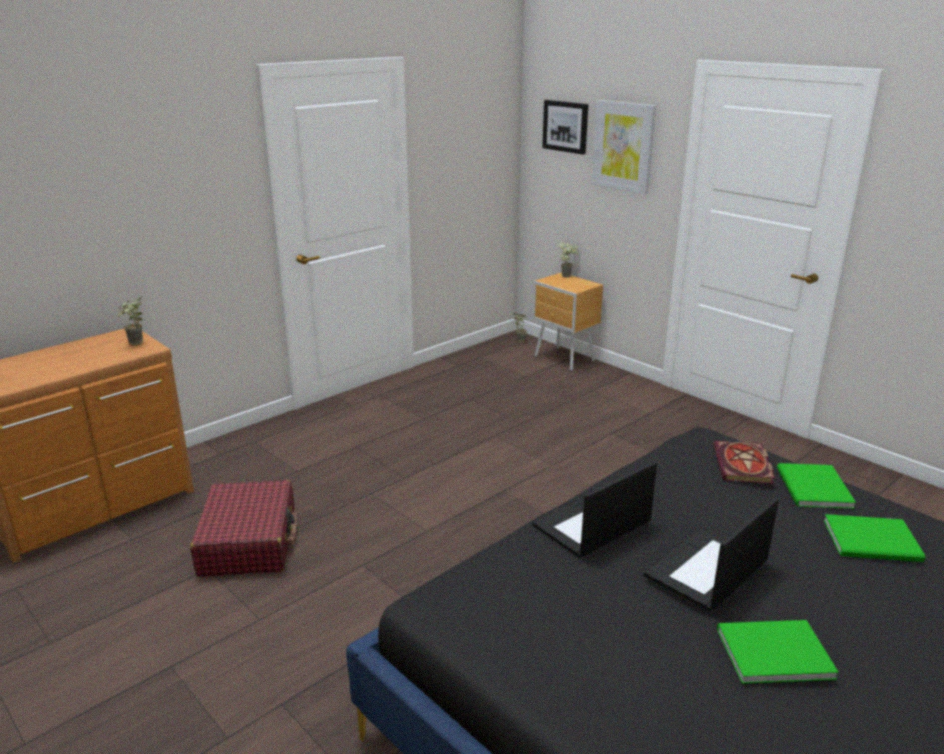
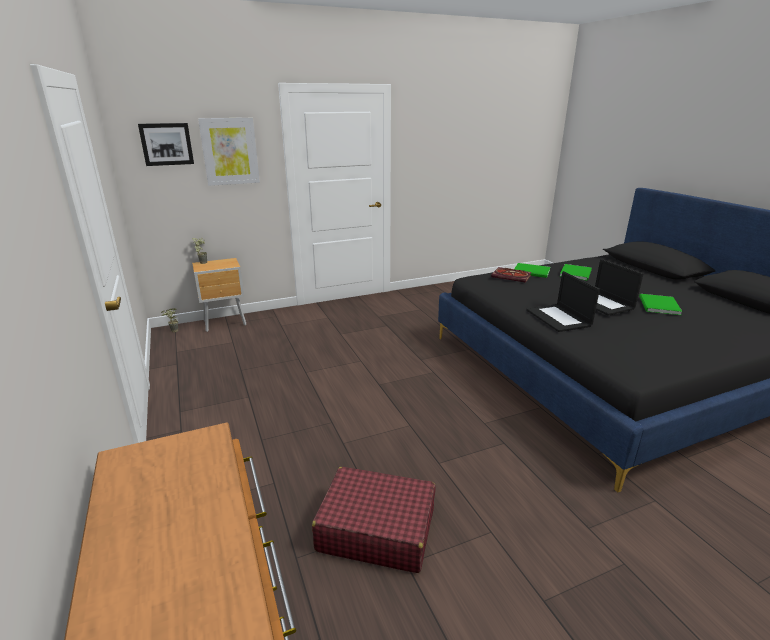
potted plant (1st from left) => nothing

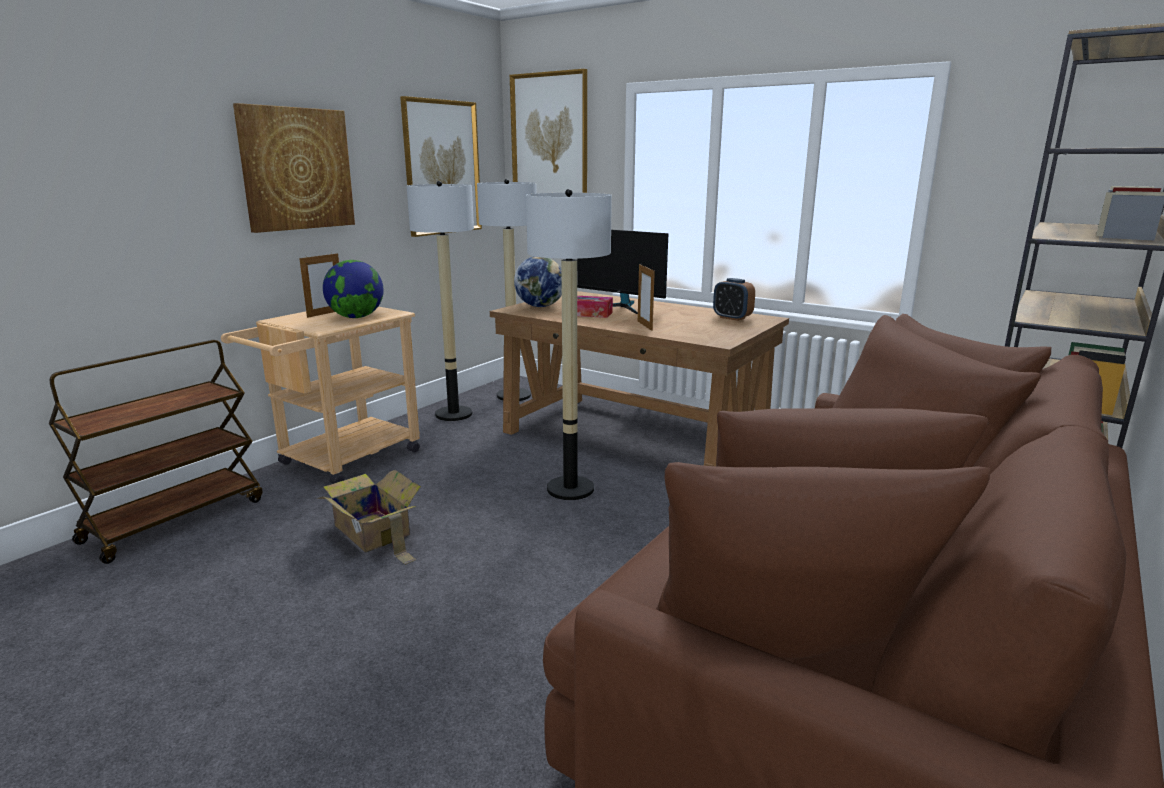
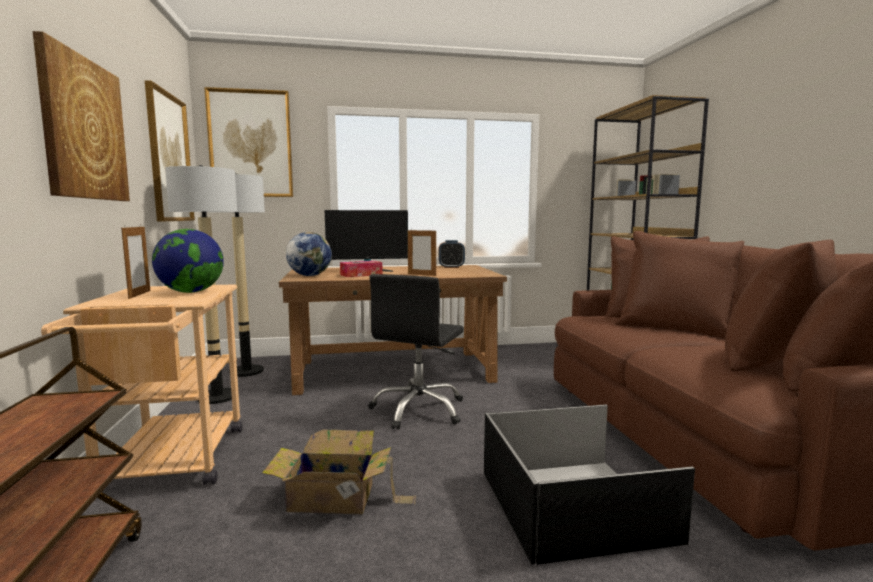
floor lamp (3rd from left) => black office chair
nothing => black storage box

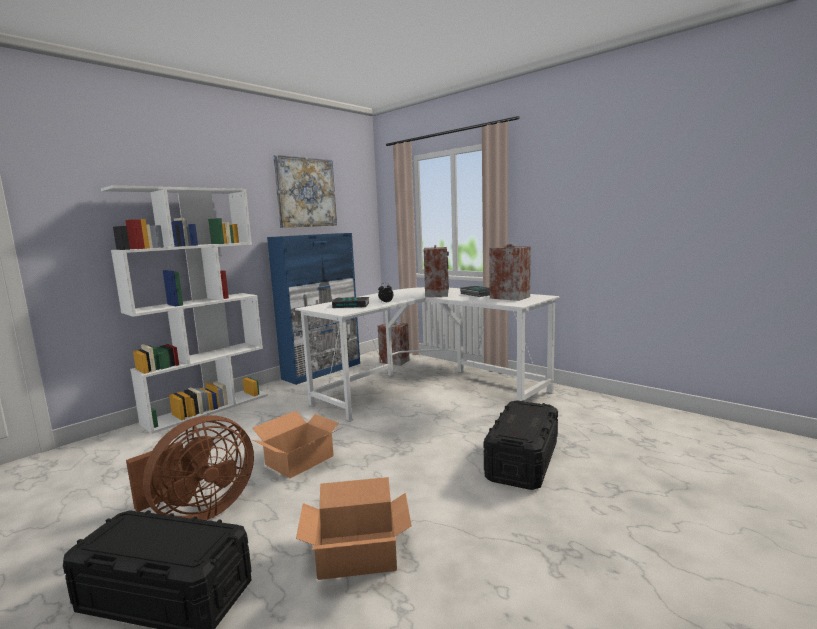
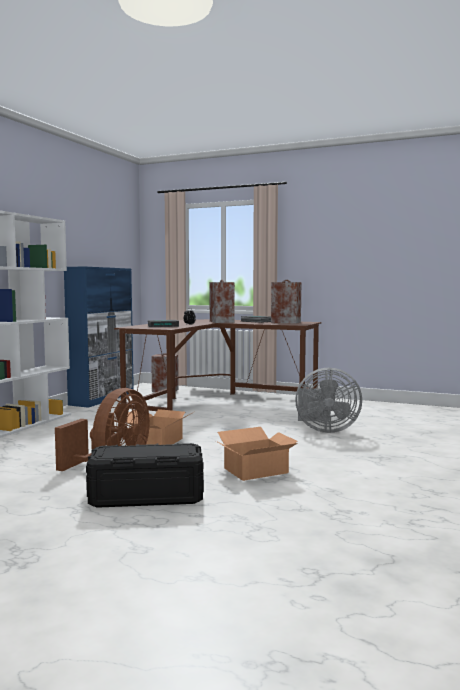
picture => nothing
white desk => brown desk
black storage box (2nd from left) => grey fan

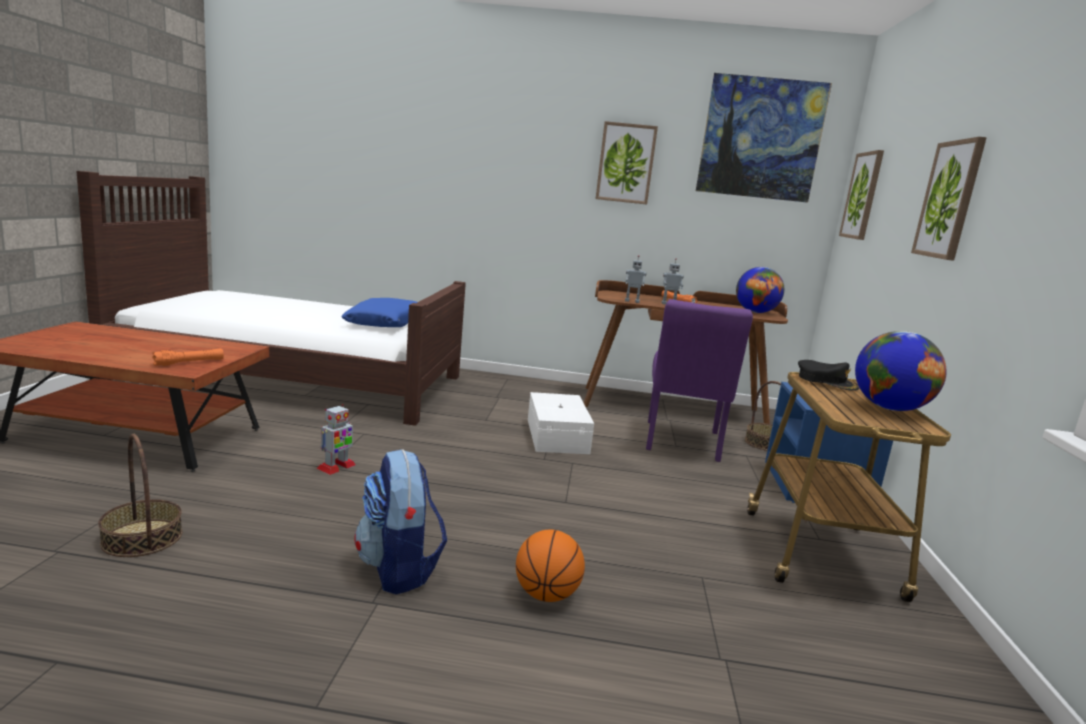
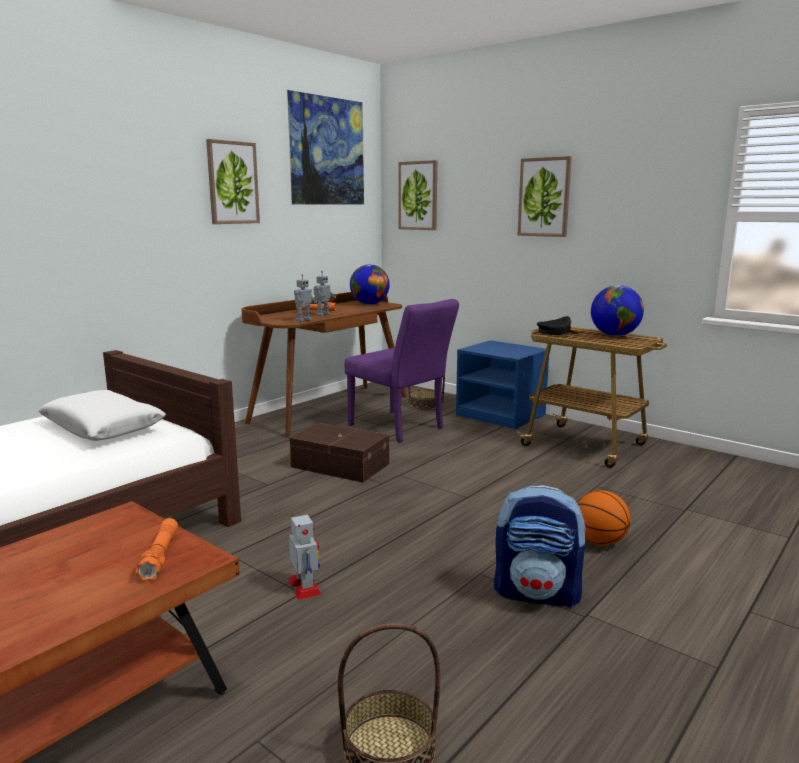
blue pillow => white pillow
white storage box => brown storage box

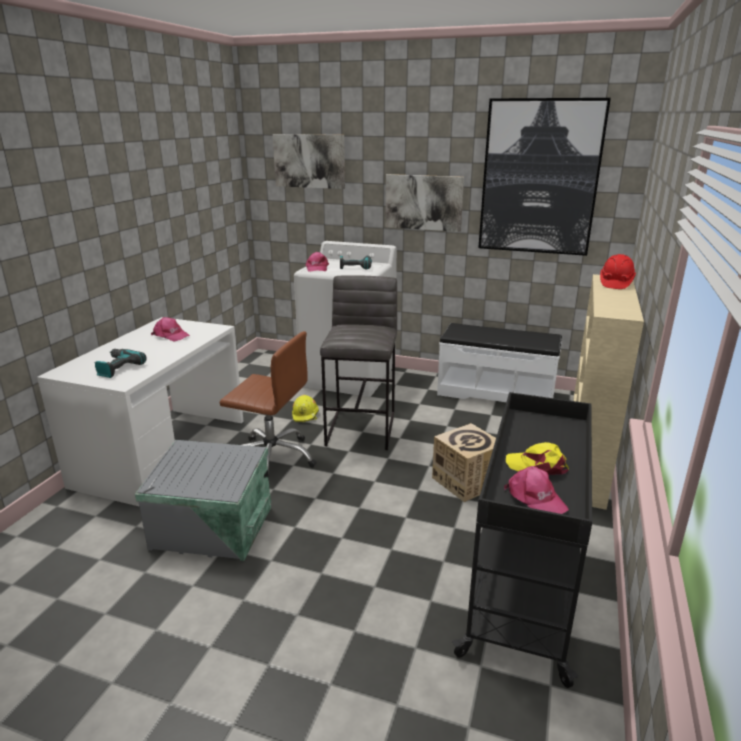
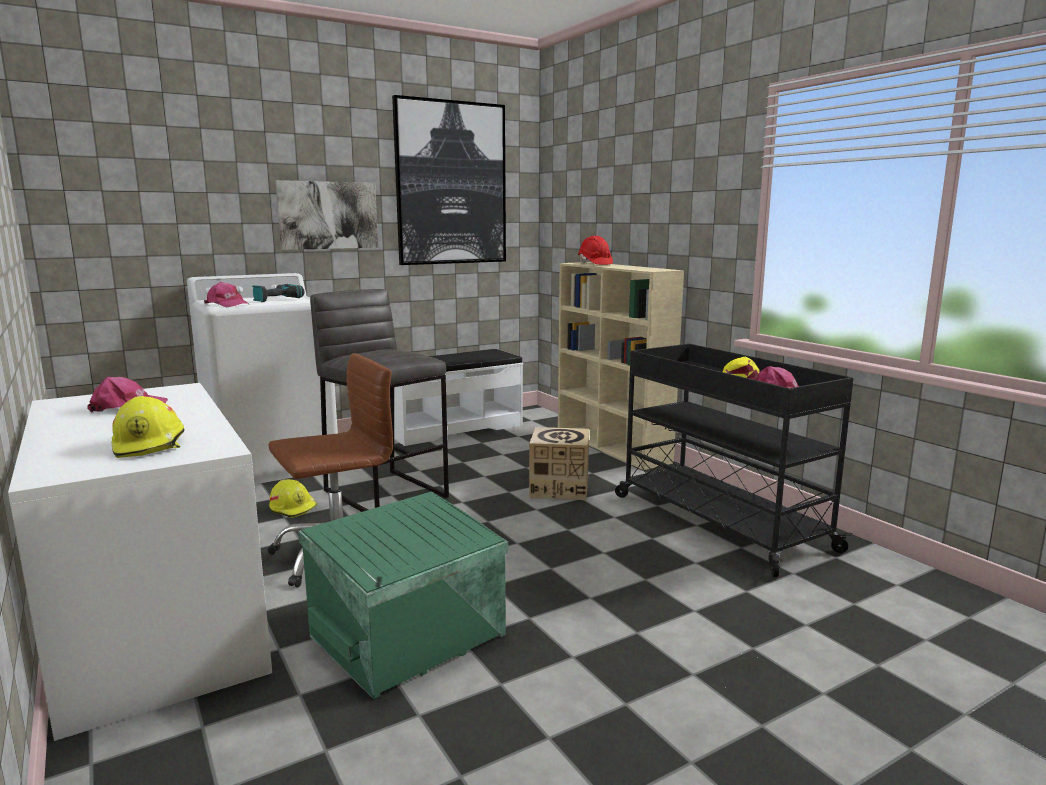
picture (1st from left) => nothing
power drill (1st from left) => yellow hard hat (1st from left)
grey storage box => green storage box

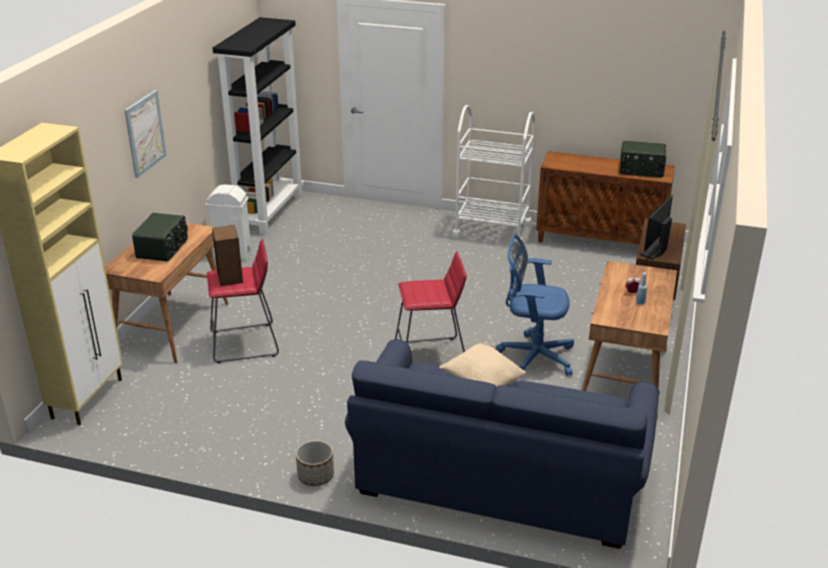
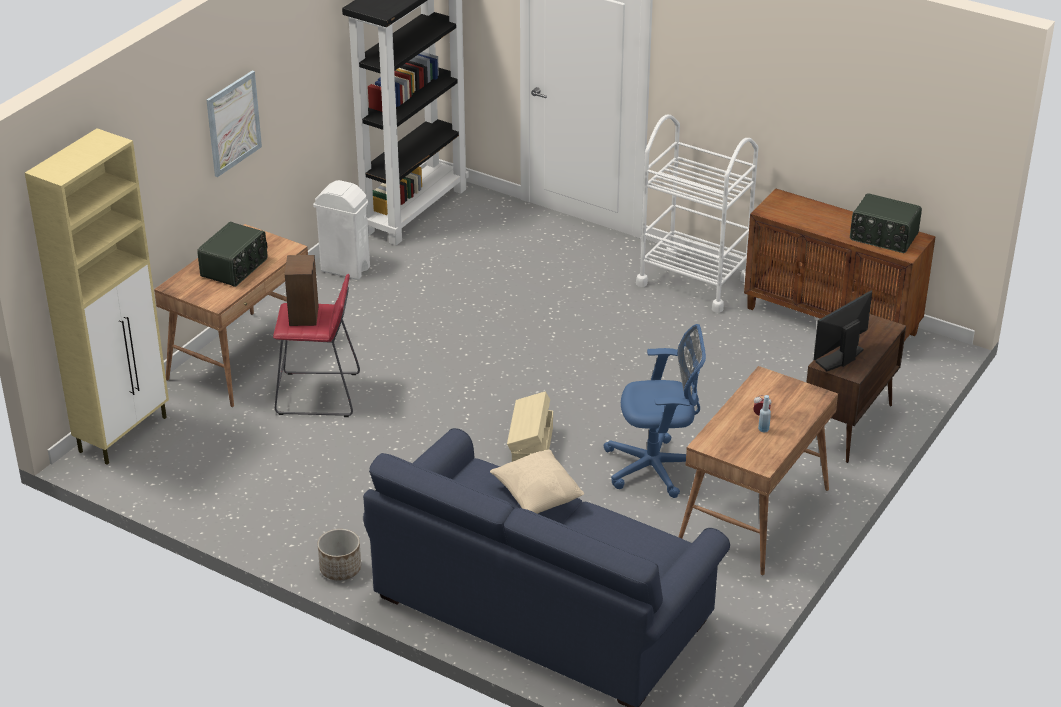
blue office chair, 150 degrees clockwise
red stool (2nd from left) => beige storage box

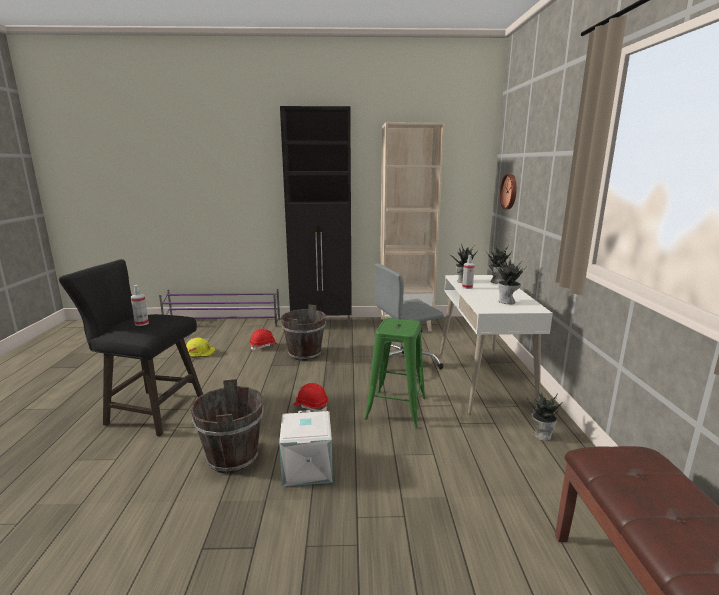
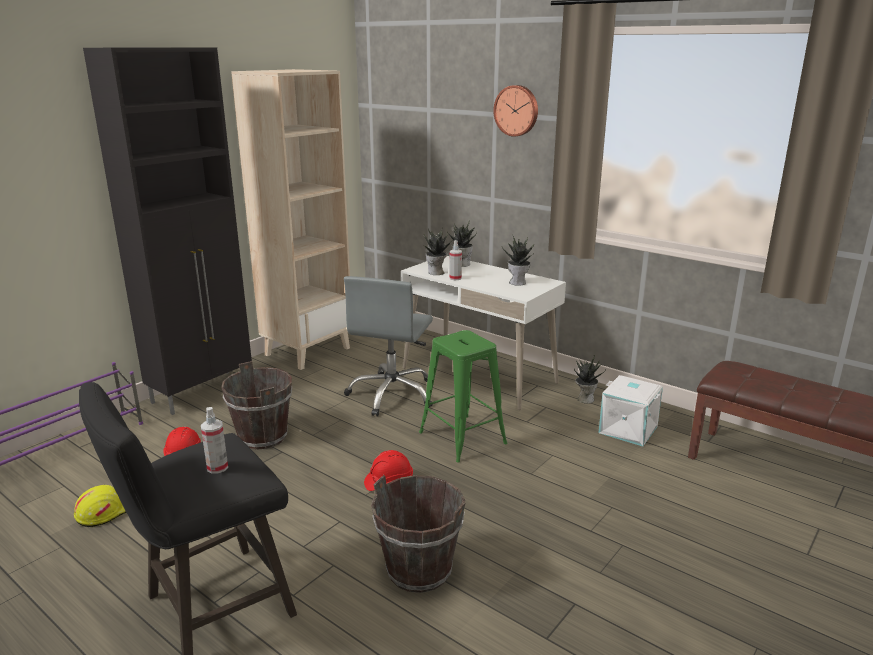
wall clock, move
white storage box, move

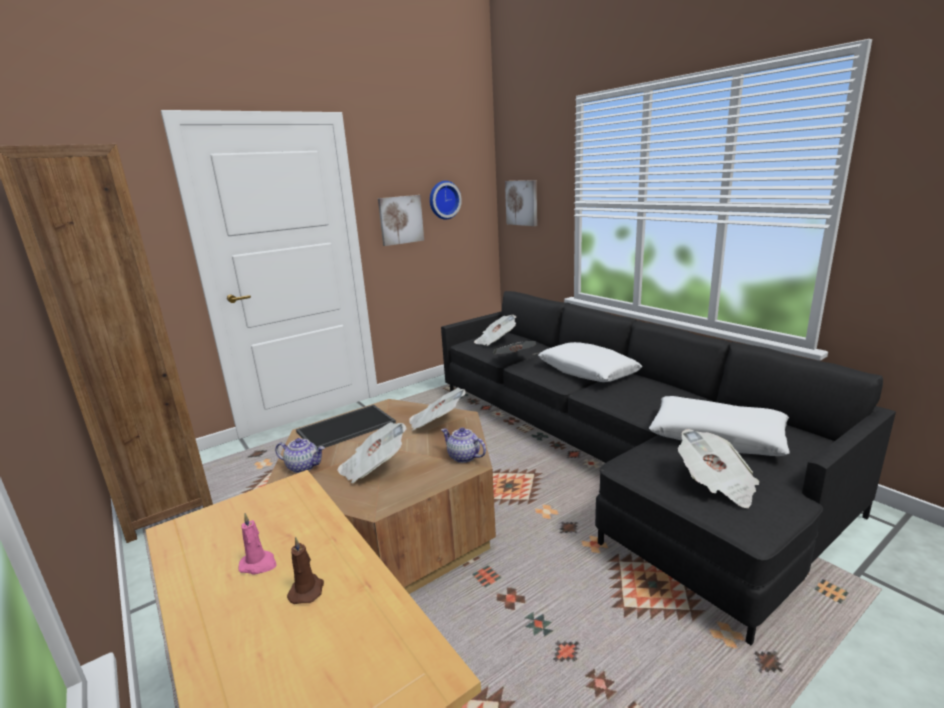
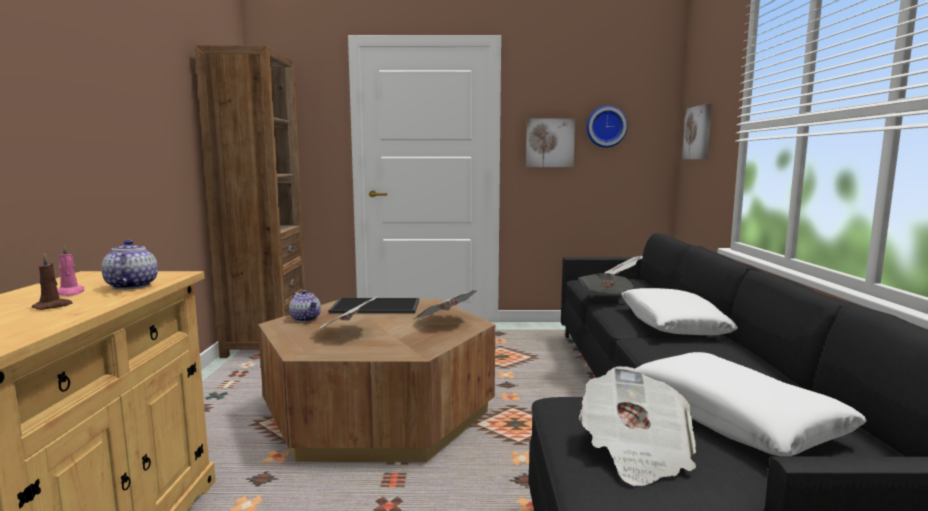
teapot (2nd from left in the first image) => teapot (1st from left), move

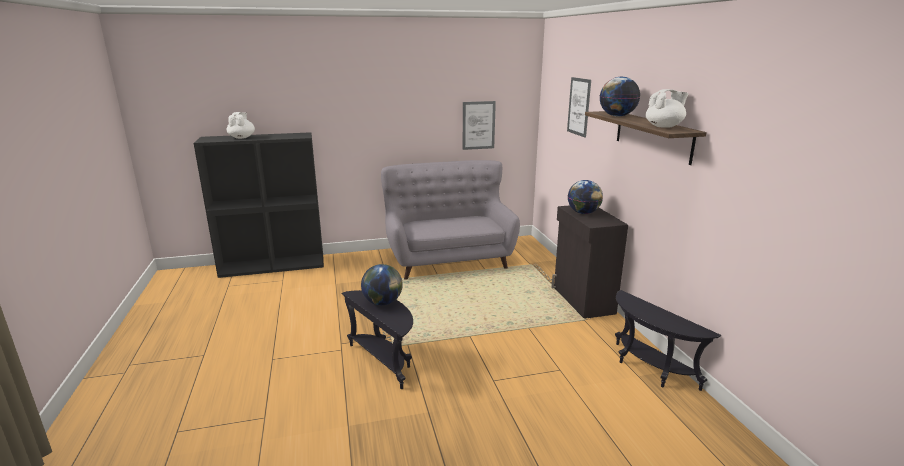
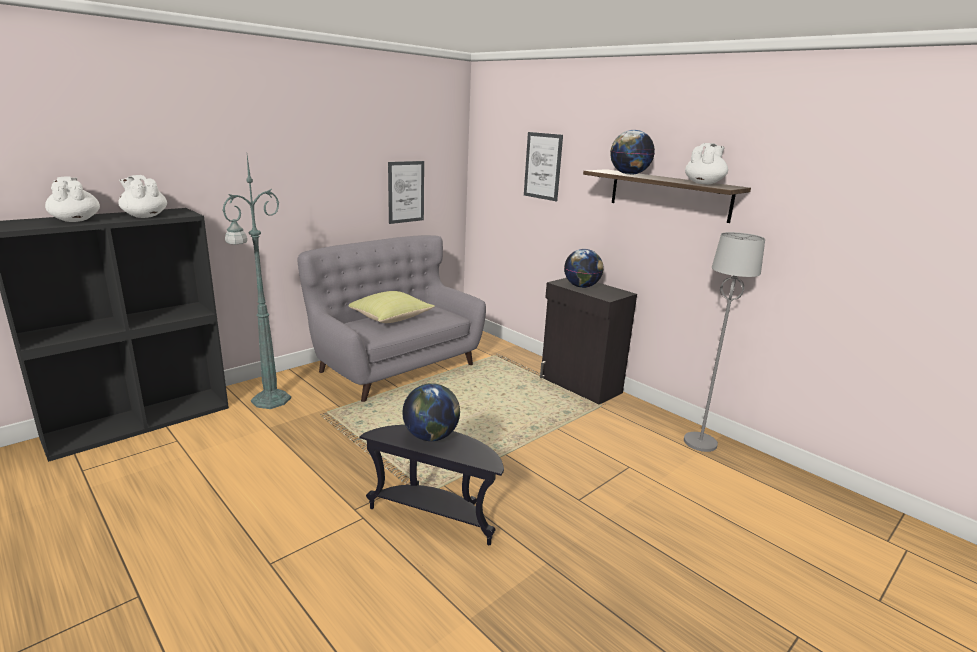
black side table (2nd from left) => grey floor lamp
nothing => green floor lamp
nothing => white teapot (2nd from left)
nothing => yellow pillow

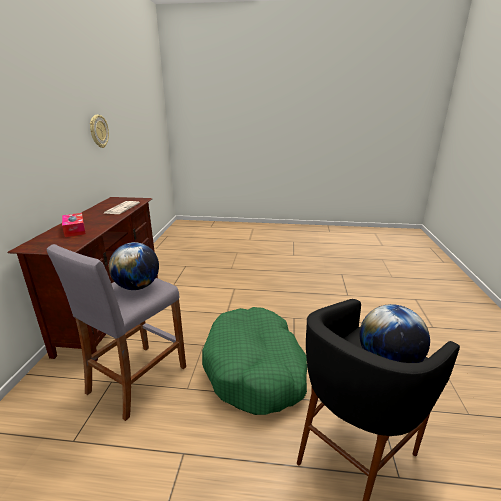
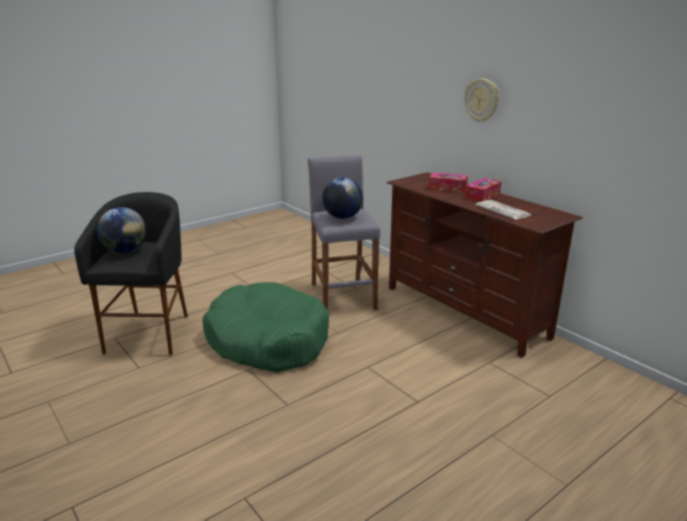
wall clock, move
nothing => tissue box (2nd from left)

